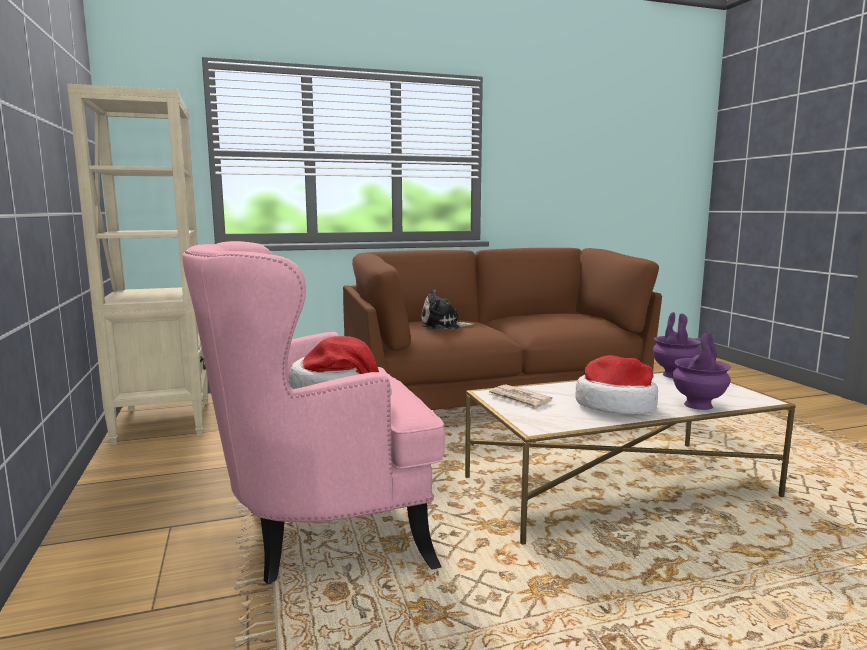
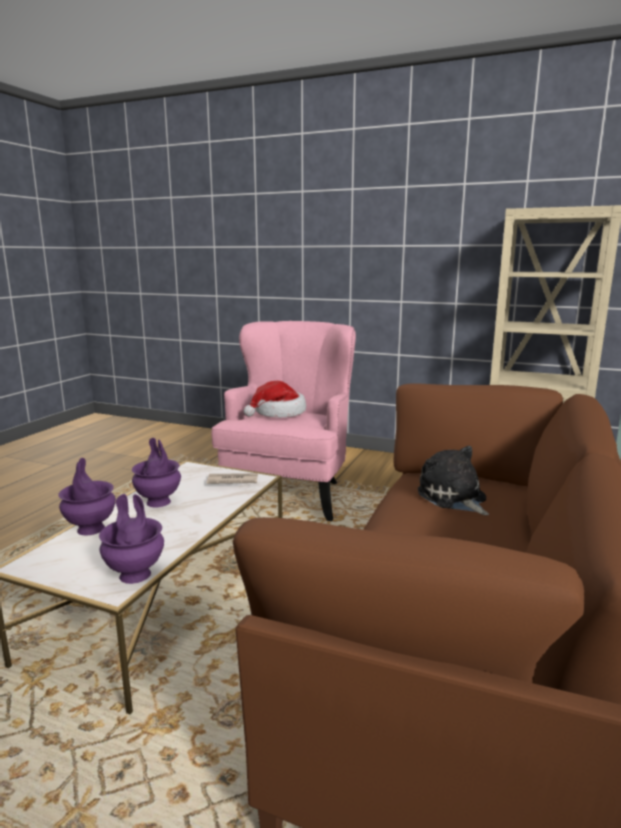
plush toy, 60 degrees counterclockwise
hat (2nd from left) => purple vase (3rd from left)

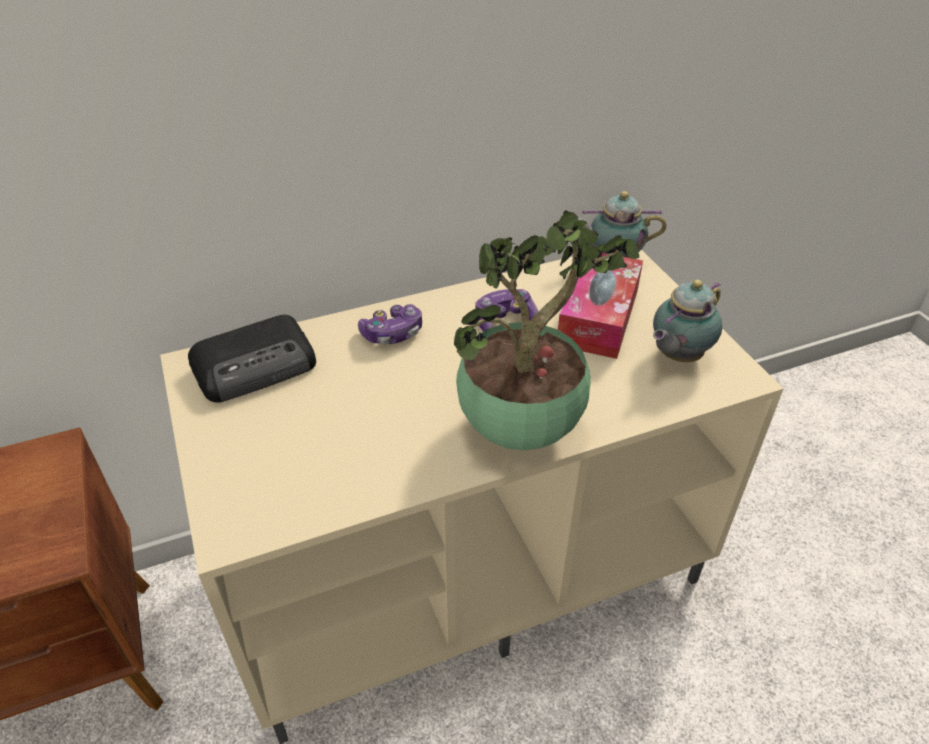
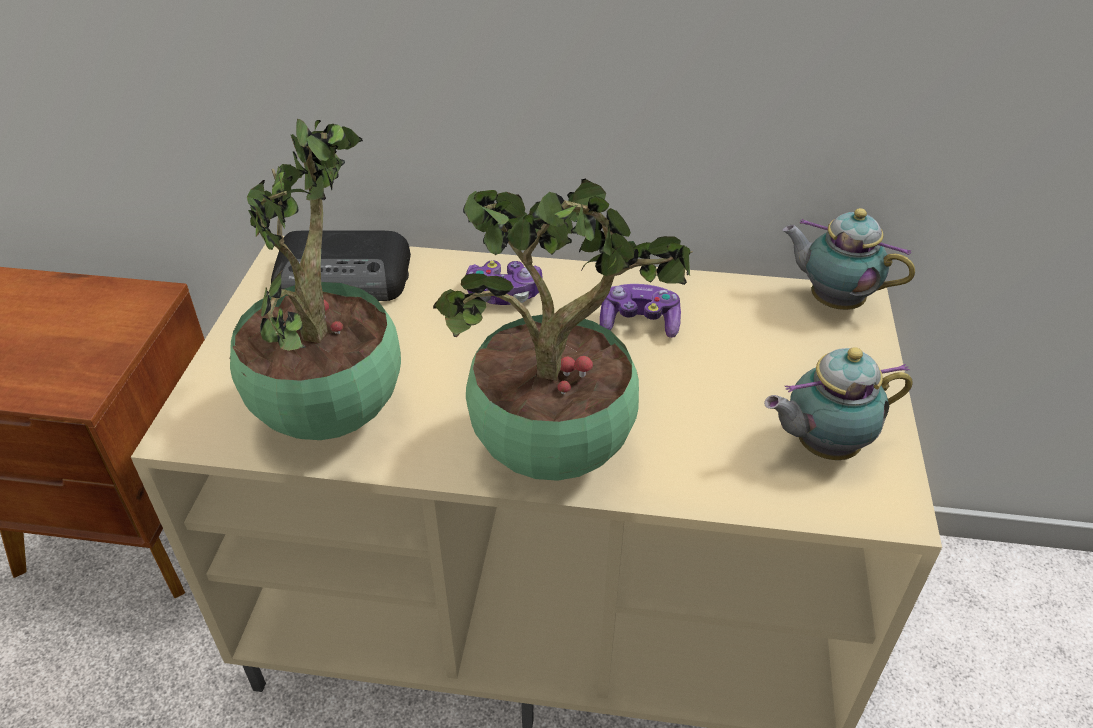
tissue box => nothing
nothing => potted plant (1st from left)

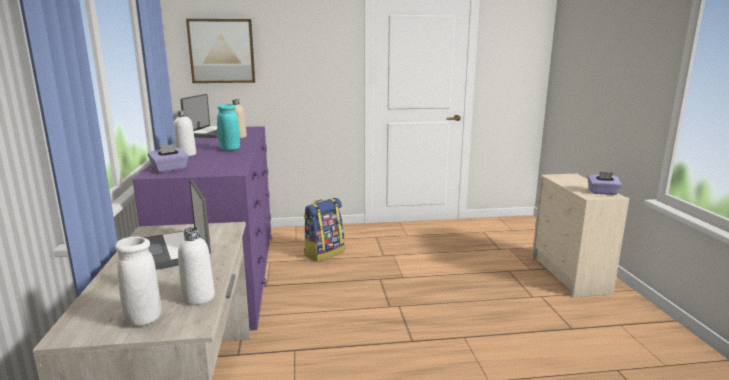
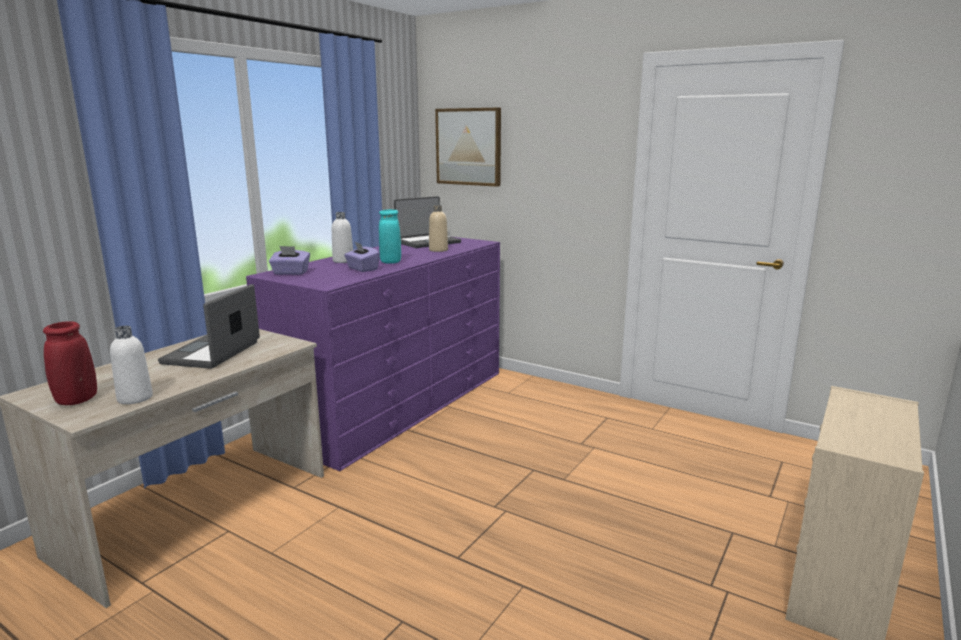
purple tissue box (2nd from left), move
backpack => nothing
white vase => red vase

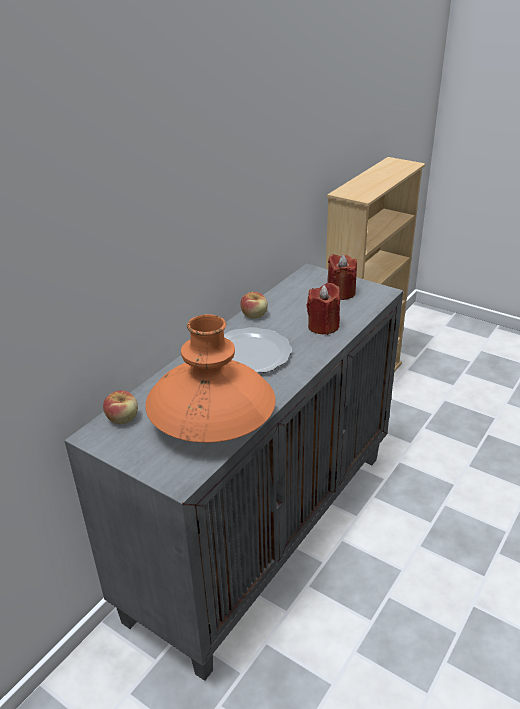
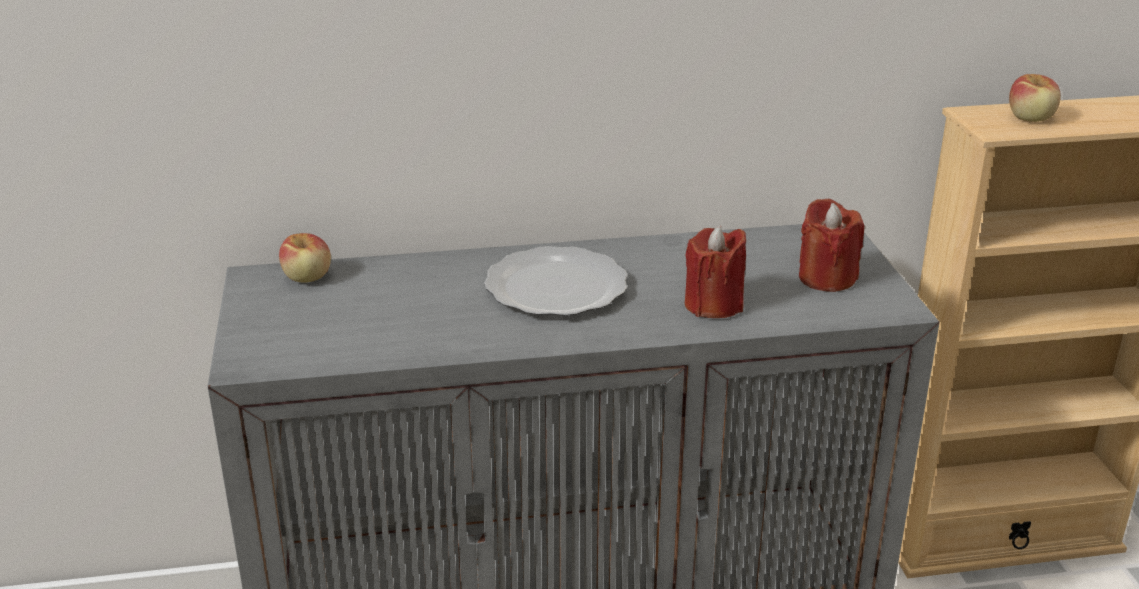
apple (2nd from left), move
orange vase => nothing

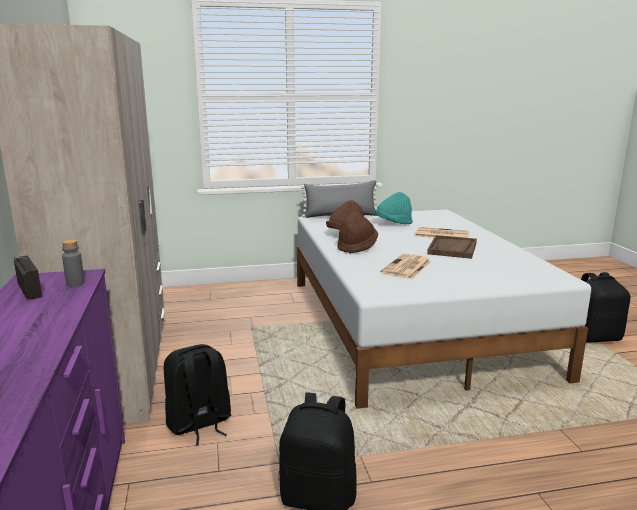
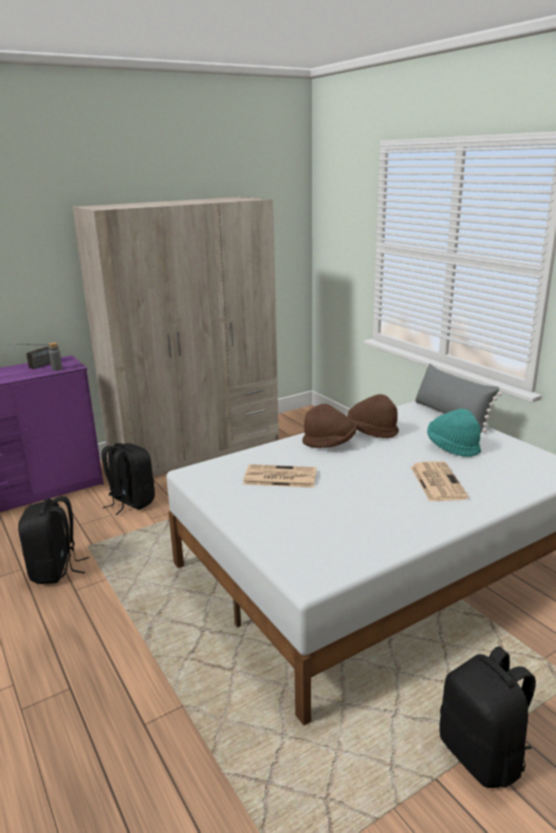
brown tray => nothing

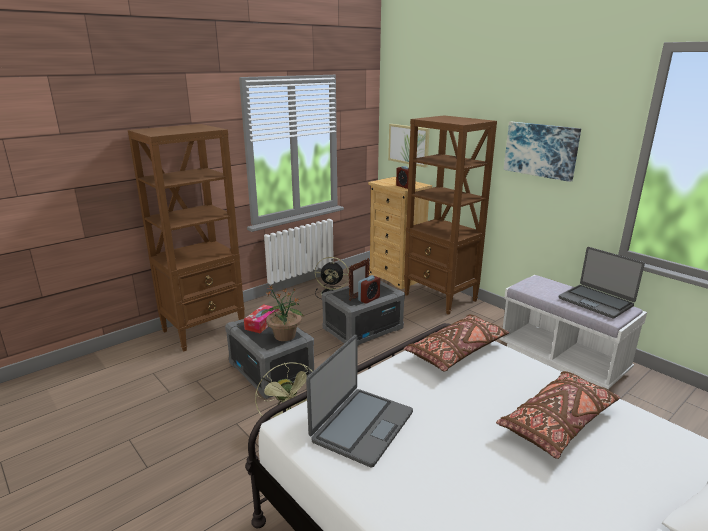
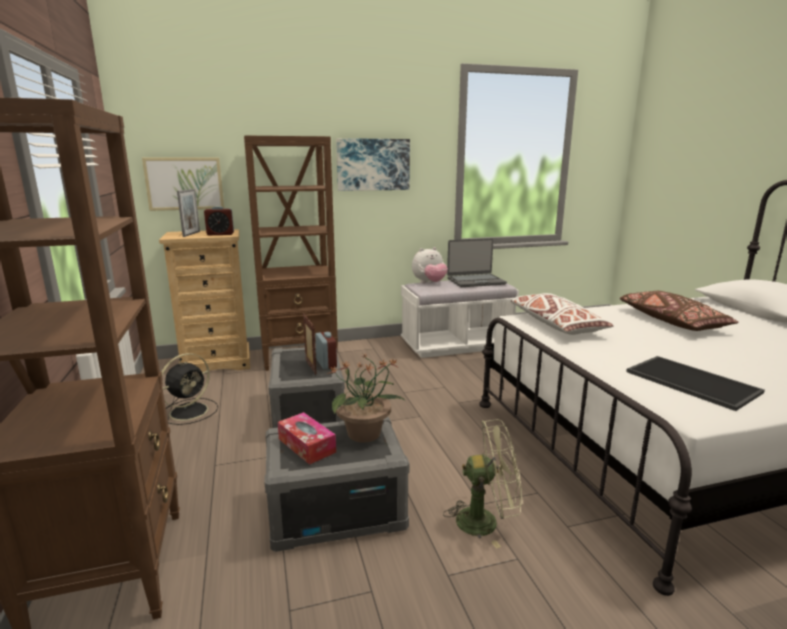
brown pillow (1st from left) => white pillow
laptop (1st from left) => tray
nothing => picture frame (1st from left)
nothing => plush toy

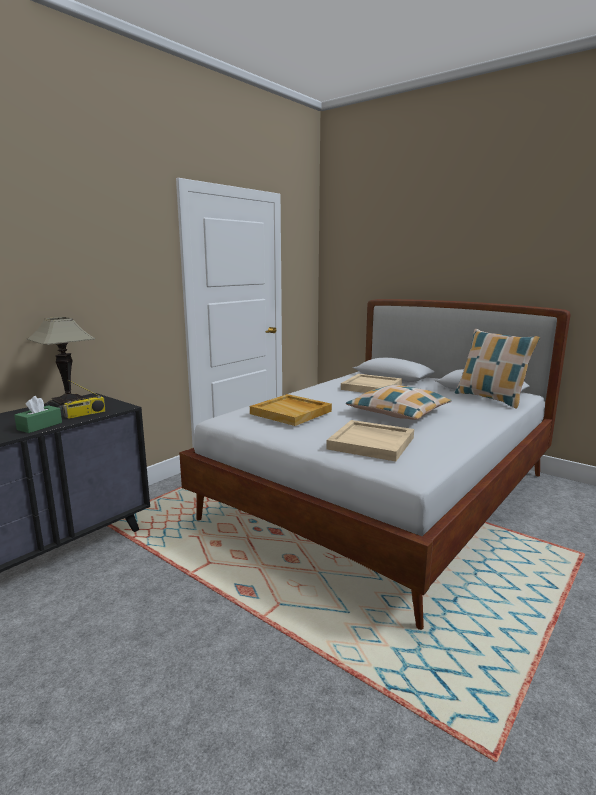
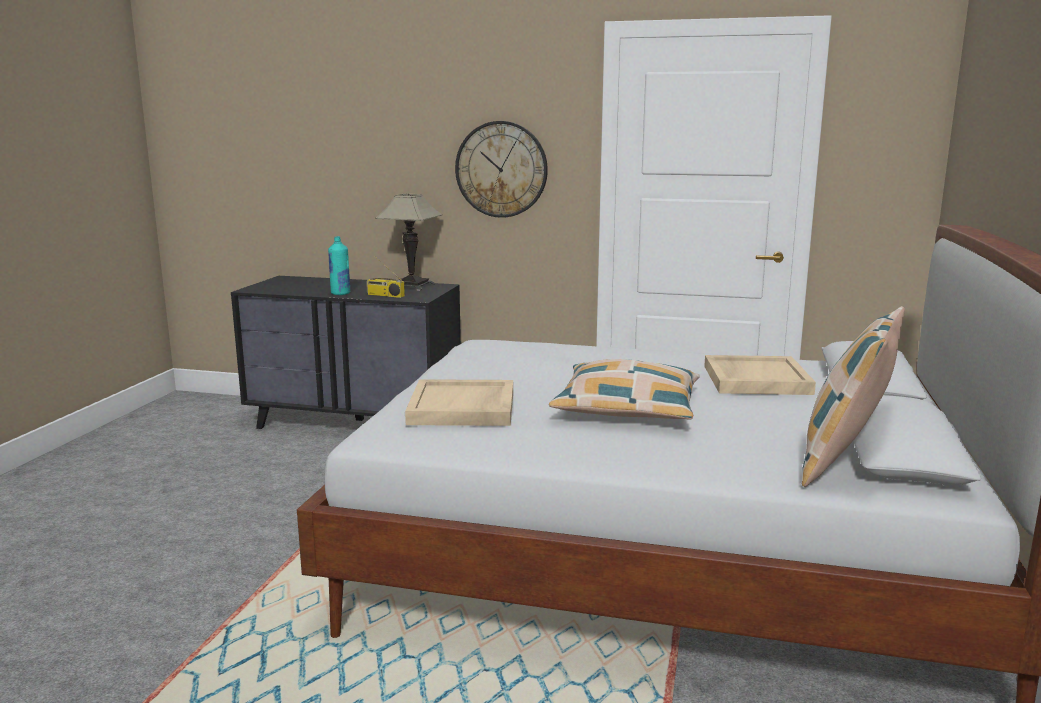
beige tray (1st from left) => nothing
green tissue box => turquoise bottle
nothing => wall clock

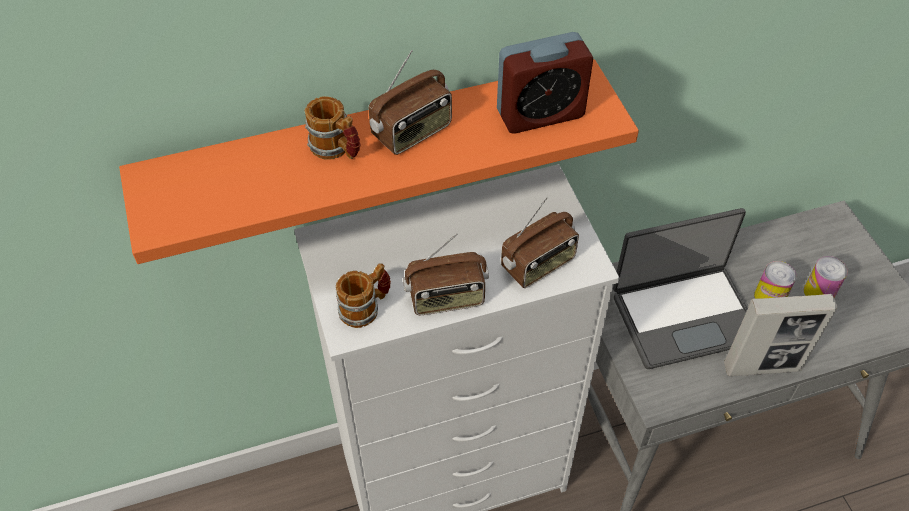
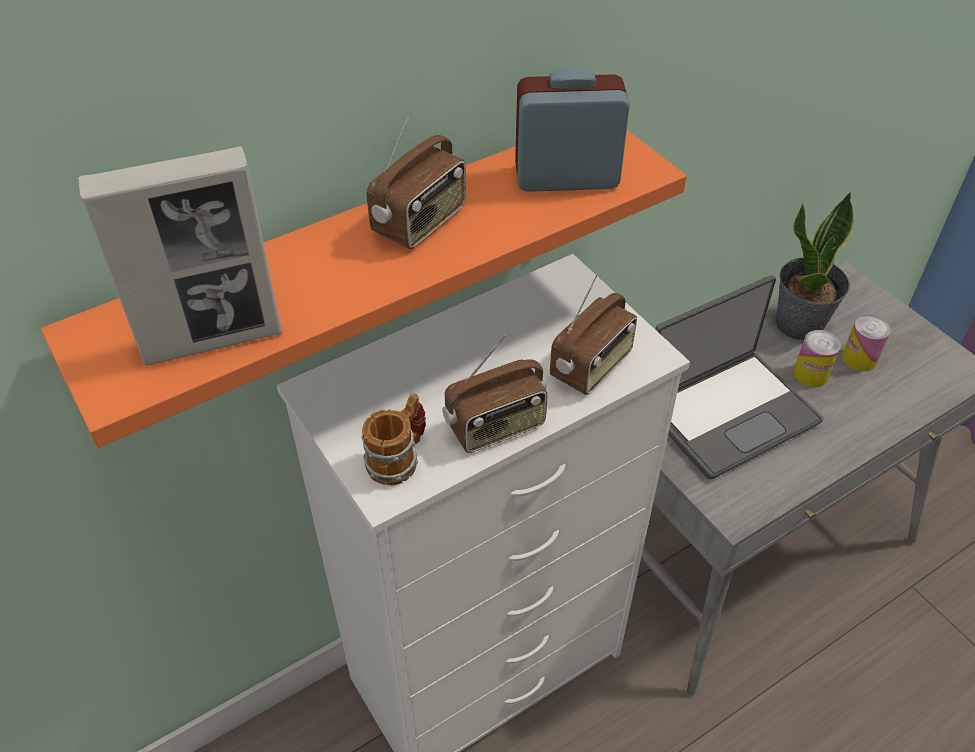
alarm clock, 150 degrees counterclockwise
mug (1st from left) => nothing
picture frame, move
nothing => potted plant

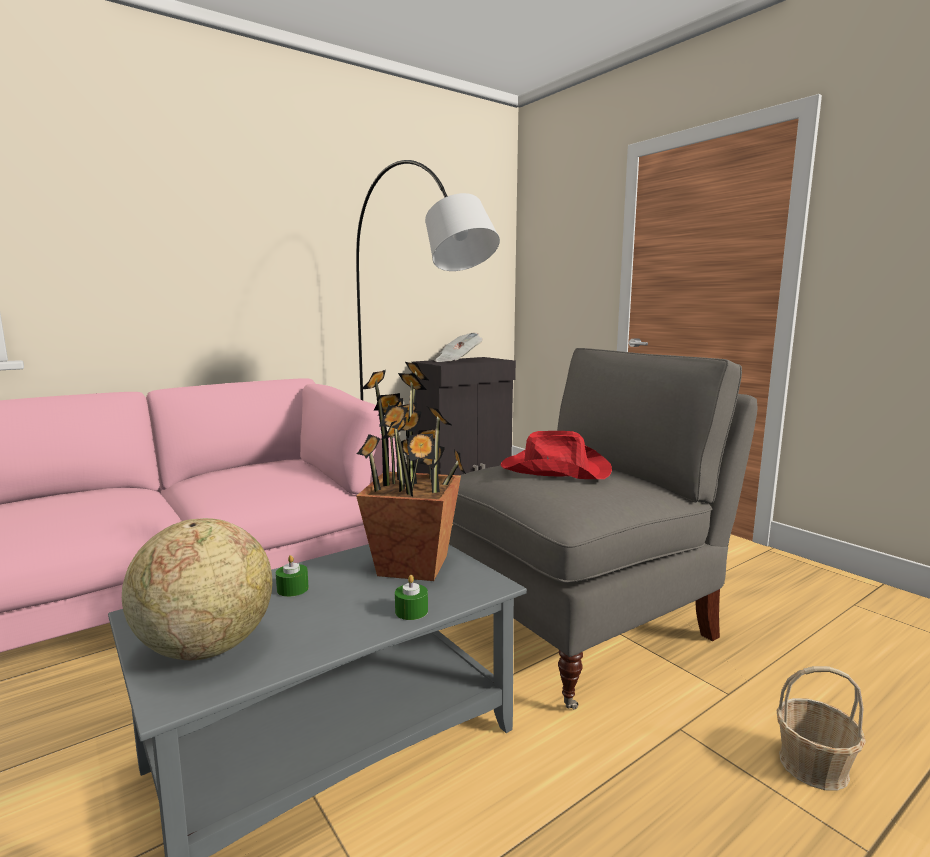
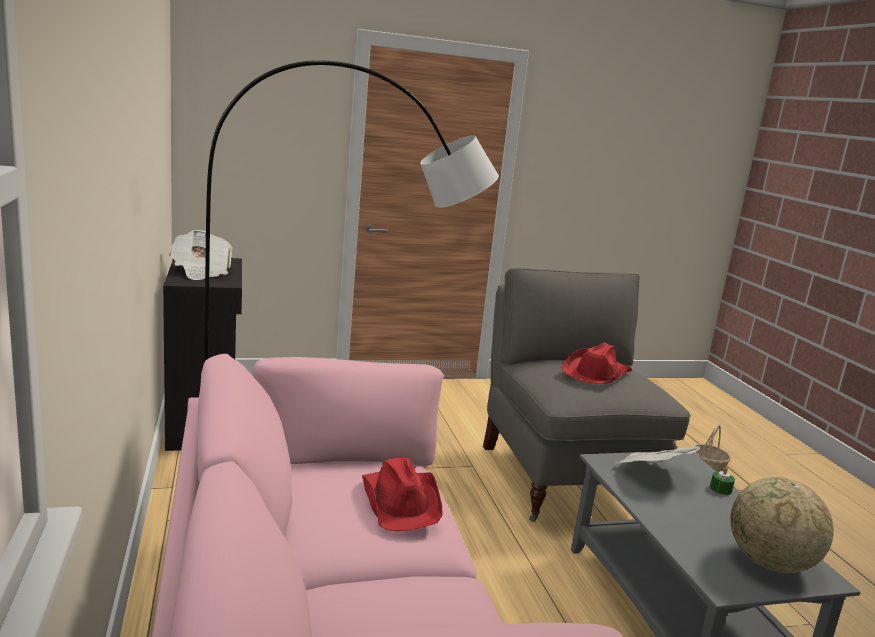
potted plant => newspaper (2nd from left)
green candle (1st from left) => nothing
nothing => red hat (1st from left)

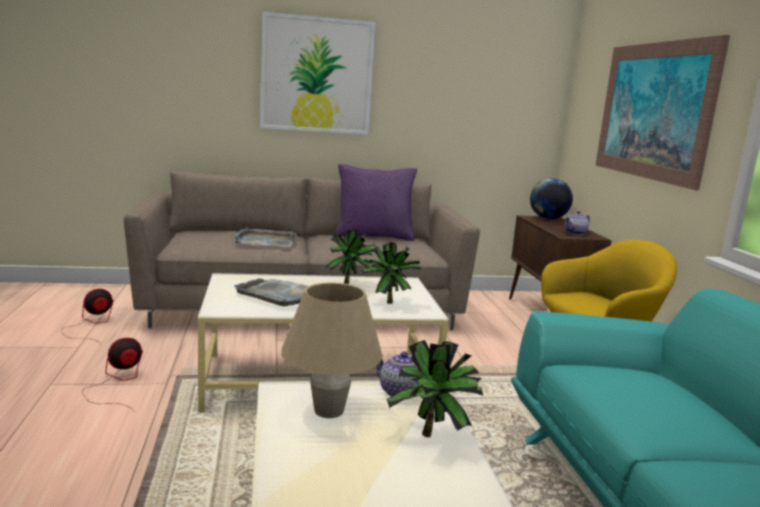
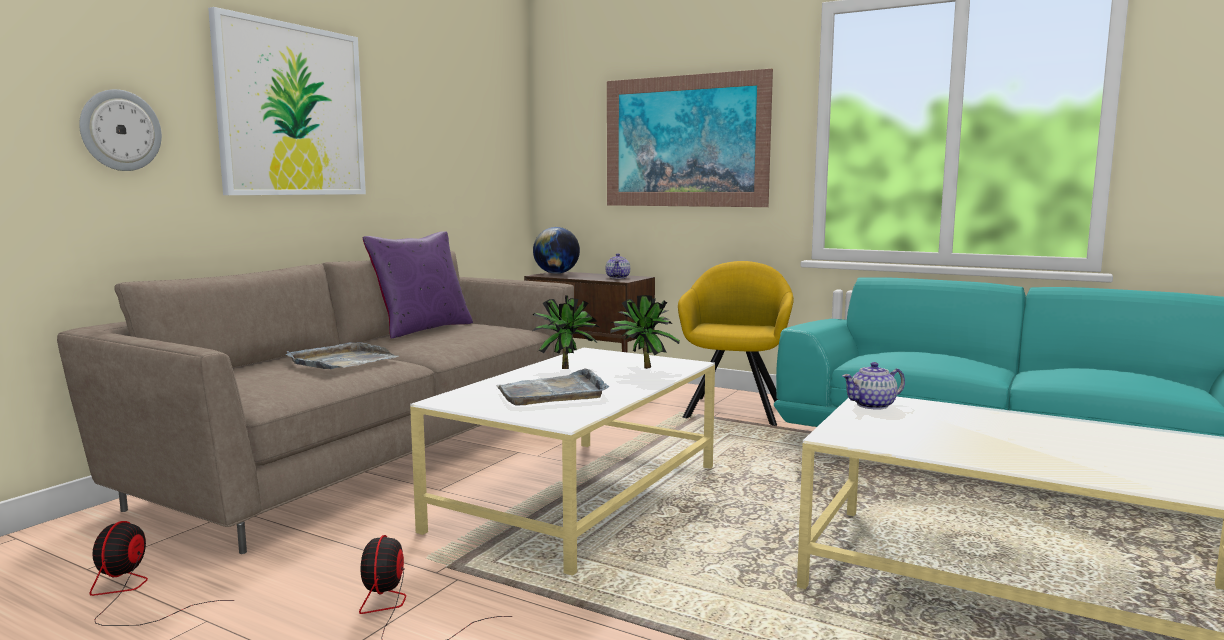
beige table lamp => nothing
potted plant (3rd from left) => nothing
nothing => wall clock

